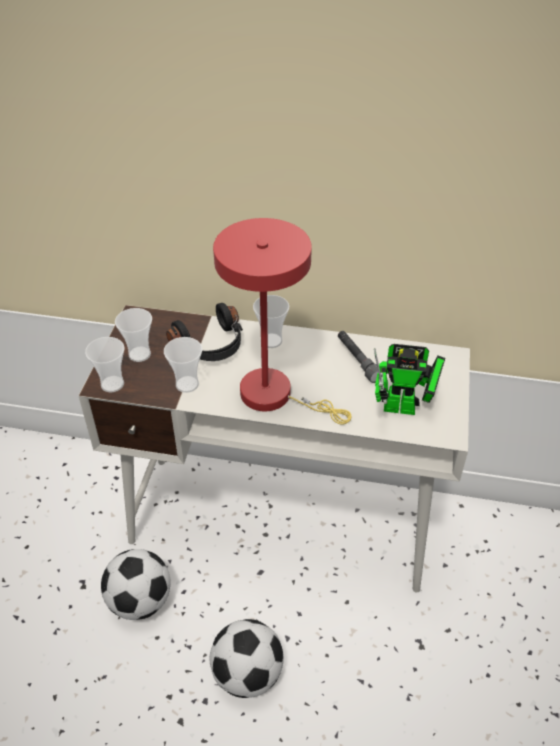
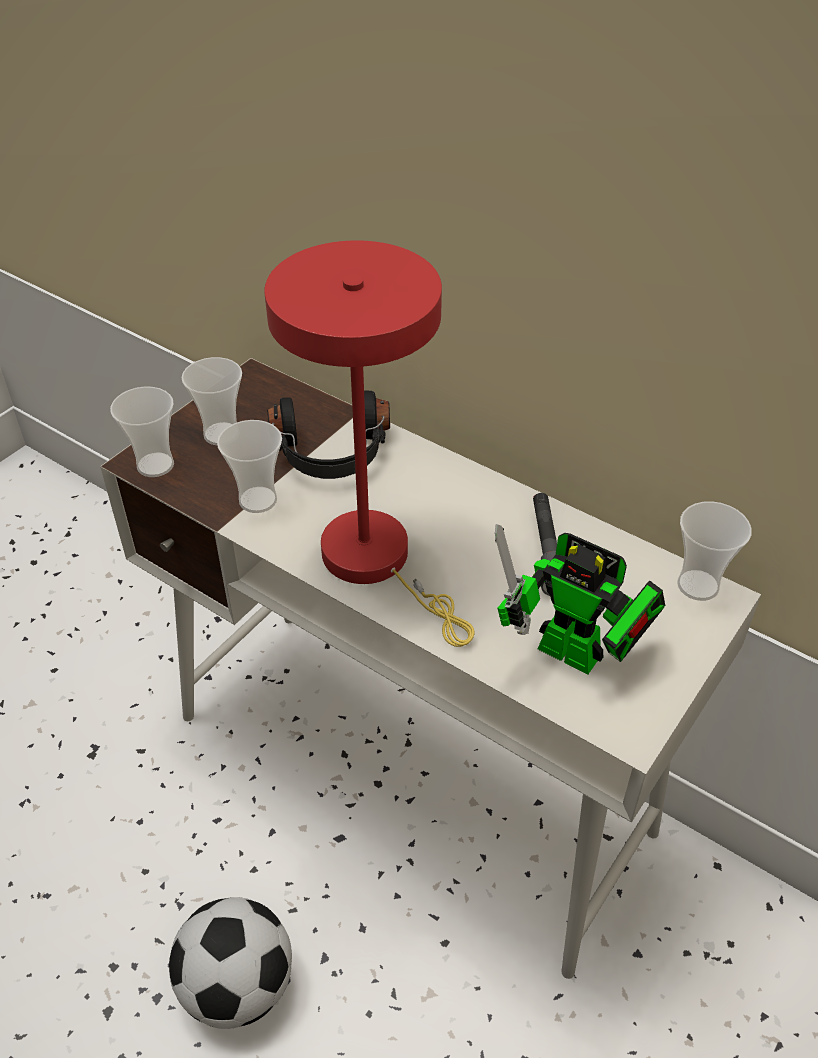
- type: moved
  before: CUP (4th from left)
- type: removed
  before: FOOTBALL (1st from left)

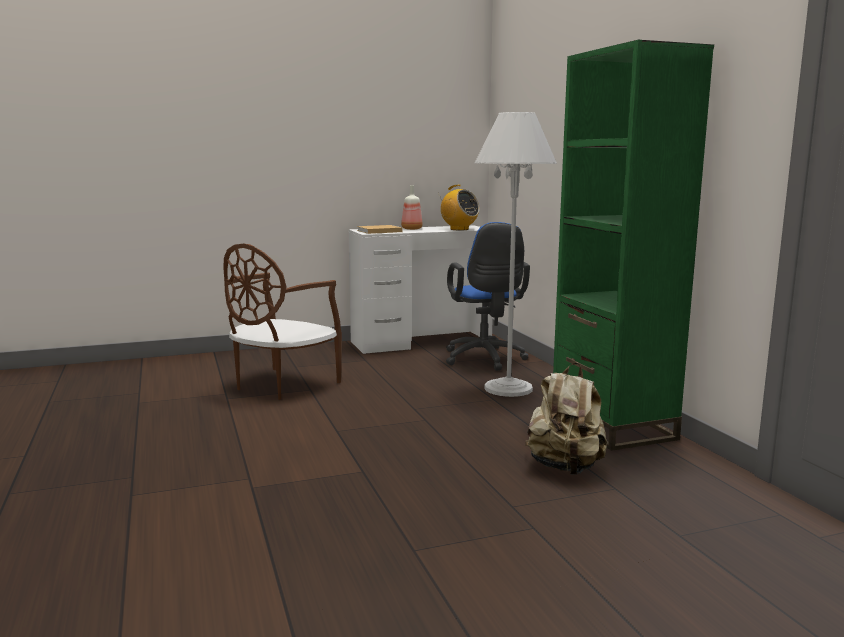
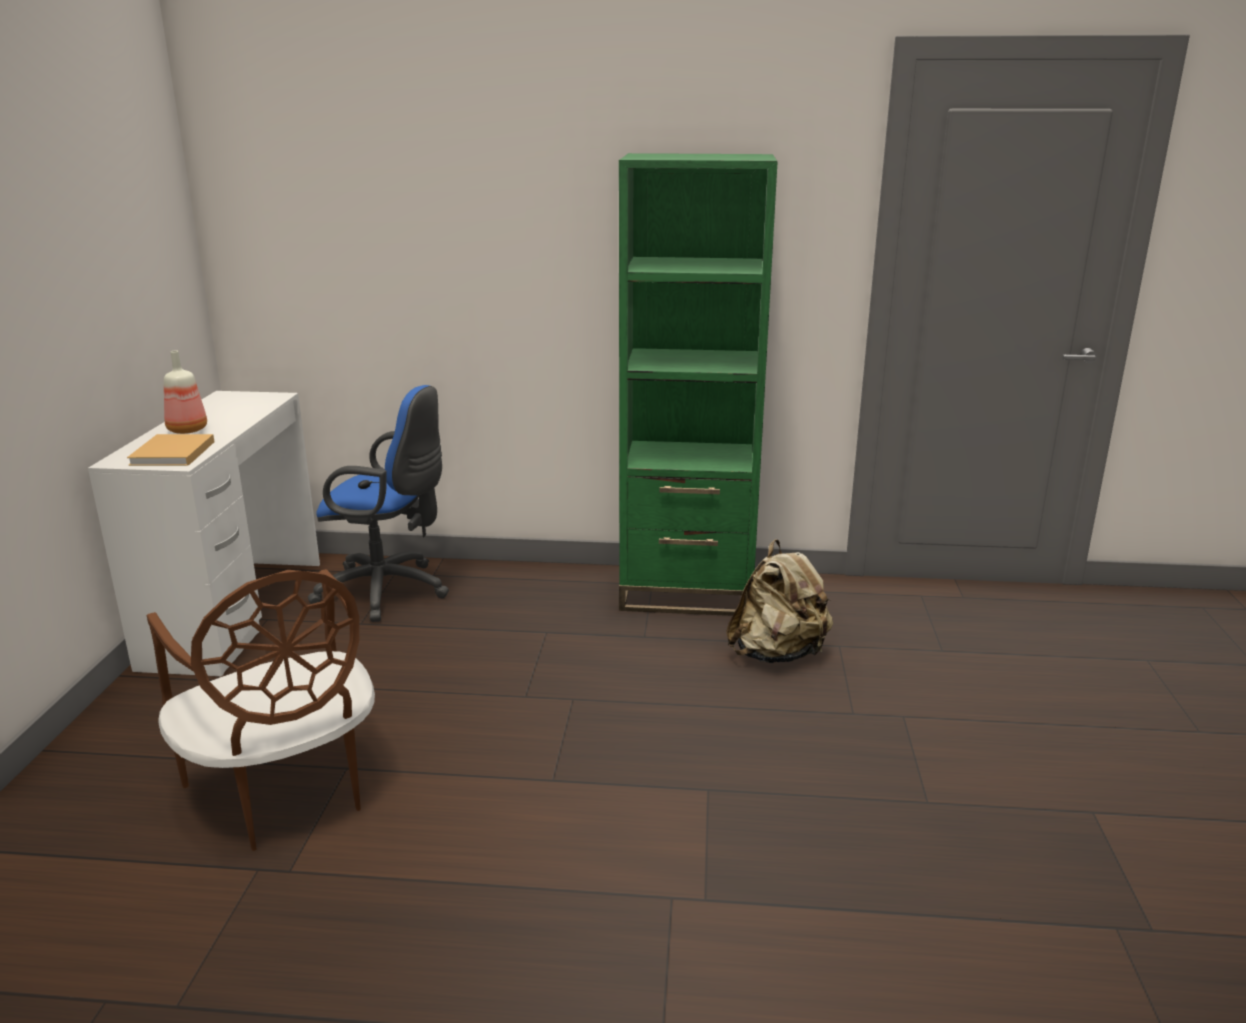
- type: removed
  before: WHITE FLOOR LAMP
- type: removed
  before: RADIO

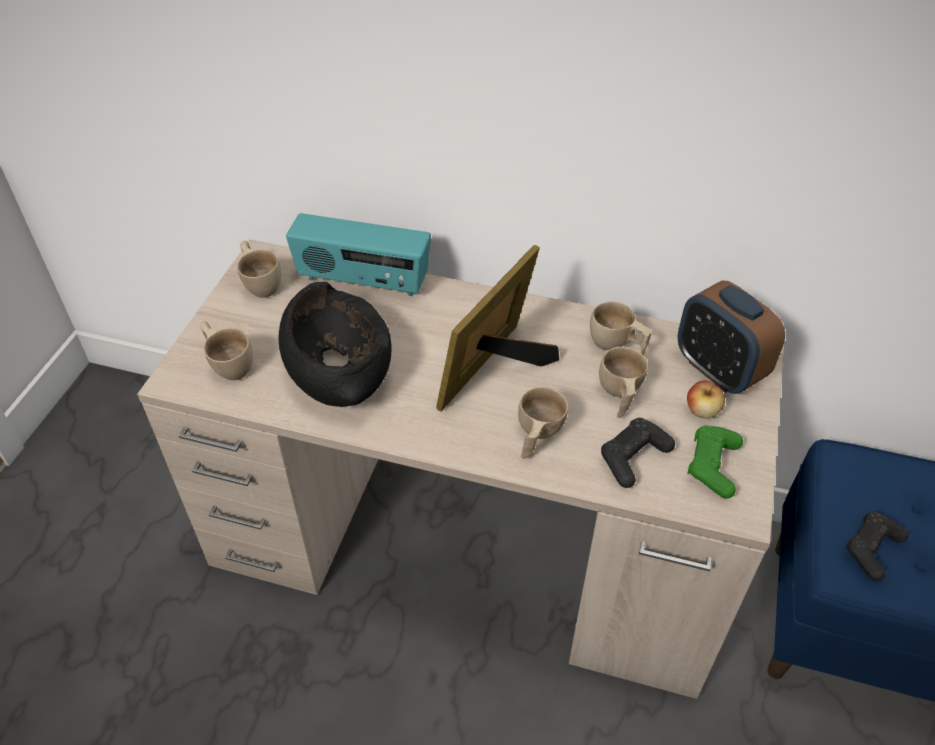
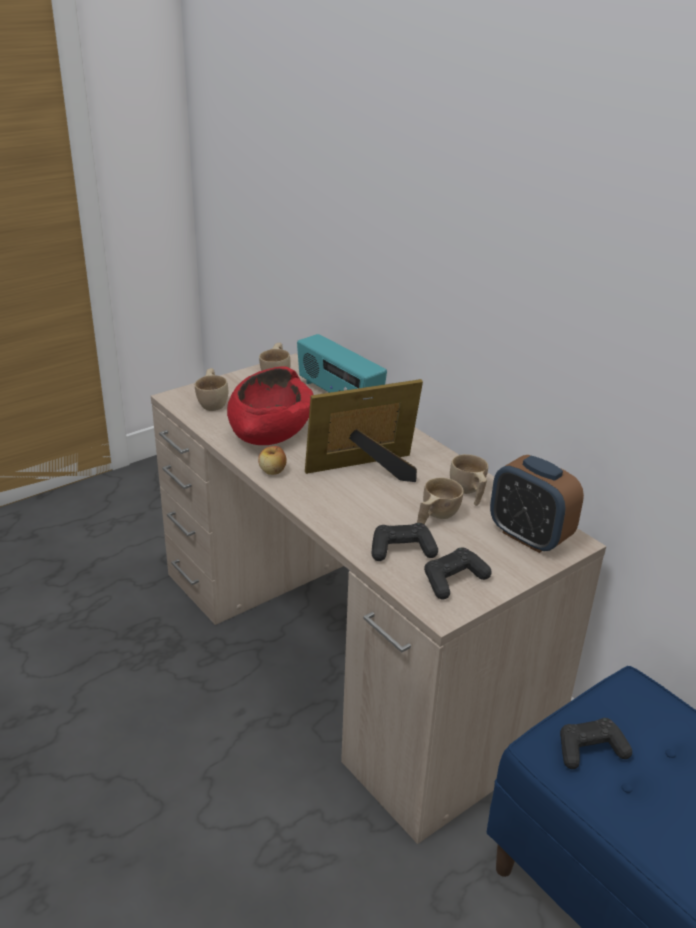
- type: turned
  before: ALARM CLOCK
  turn: -45
- type: recoloured
  before: BLACK BOWL
  after: RED BOWL
- type: moved
  before: APPLE
- type: removed
  before: BEIGE CUP (3rd from left)
- type: recoloured
  before: GREEN GAME CONTROLLER
  after: BLACK GAME CONTROLLER (2nd from left)

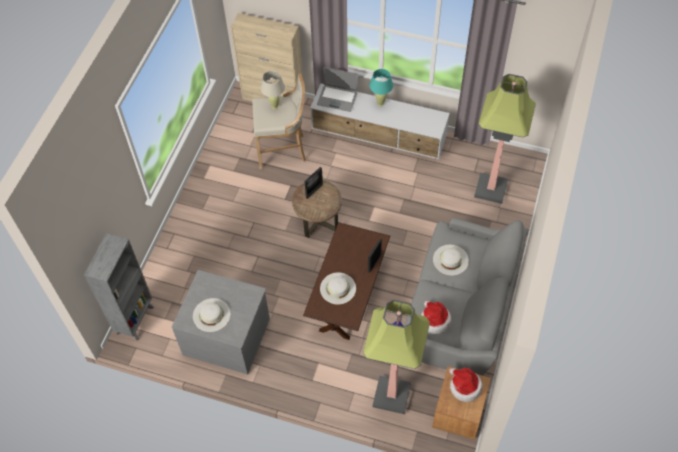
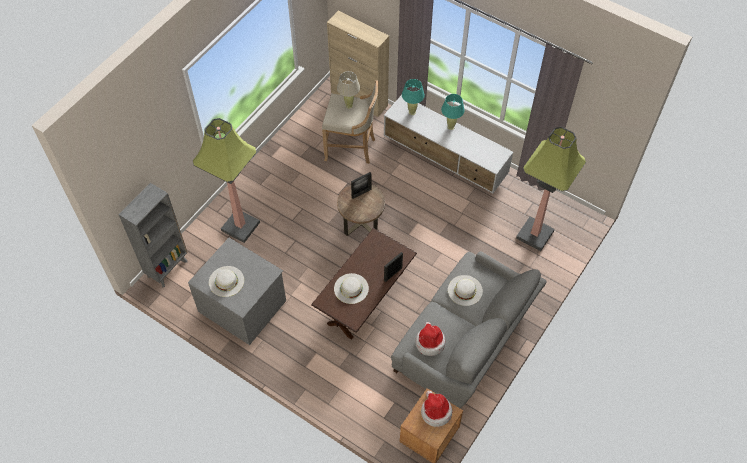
- type: replaced
  before: LAPTOP
  after: TURQUOISE TABLE LAMP (1st from left)
- type: moved
  before: FLOOR LAMP (1st from left)

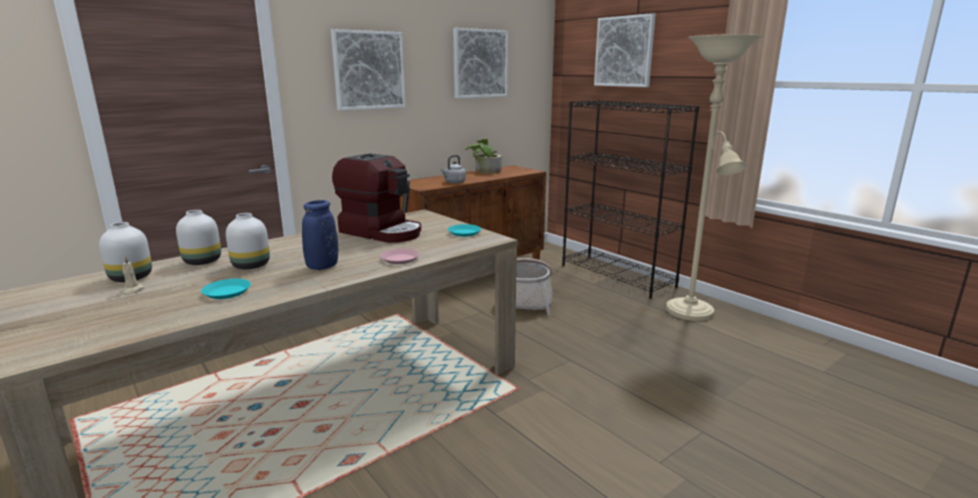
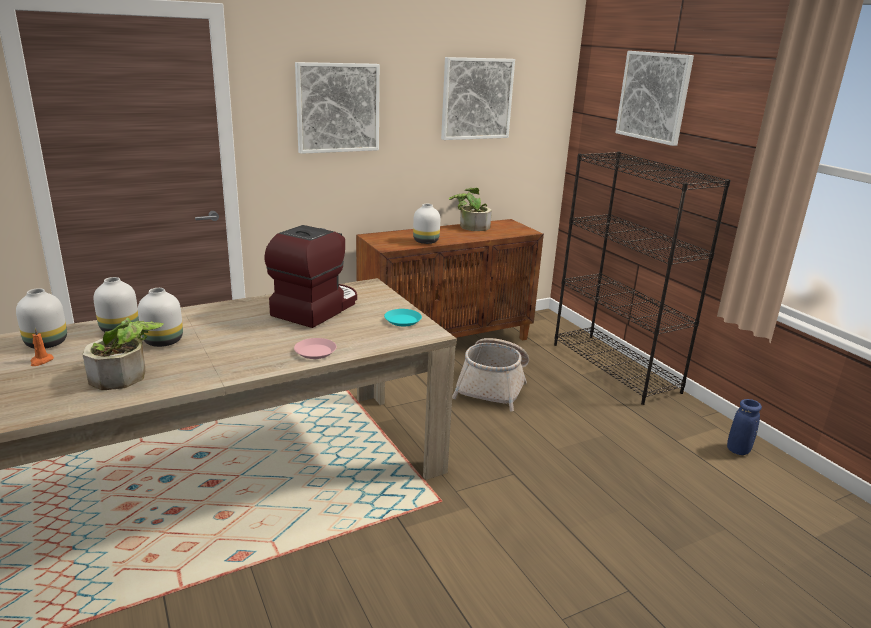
- type: removed
  before: BEIGE FLOOR LAMP
- type: turned
  before: COFFEE MACHINE
  turn: -105
- type: replaced
  before: GREY KETTLE
  after: WHITE VASE (4th from left)
- type: moved
  before: BLUE VASE
- type: recoloured
  before: BEIGE CANDLE
  after: ORANGE CANDLE
- type: replaced
  before: TURQUOISE PLATE (1st from left)
  after: POTTED PLANT (1st from left)

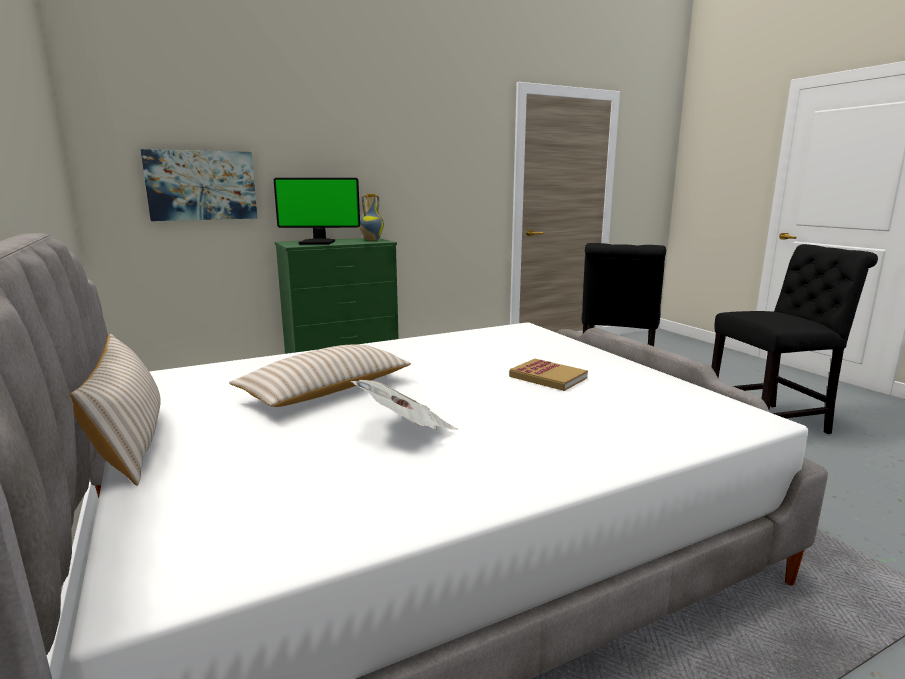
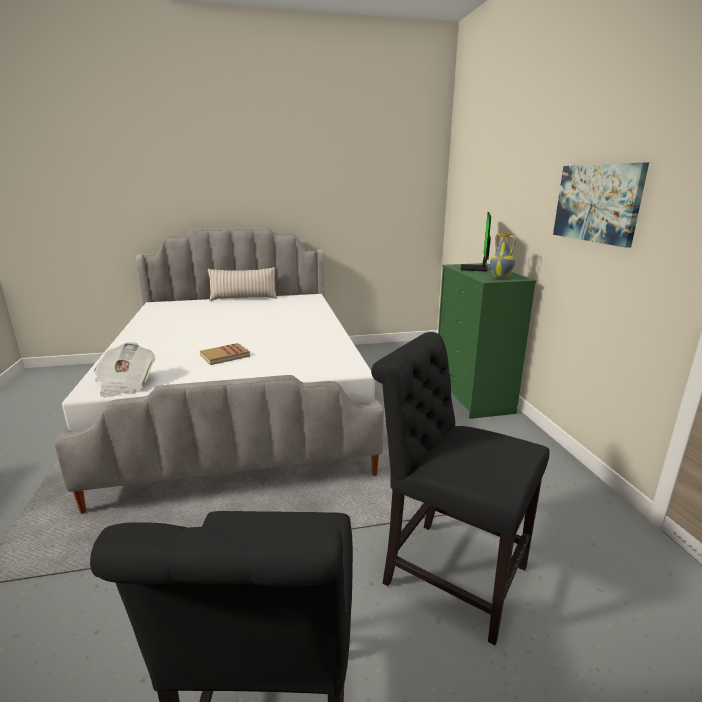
- type: moved
  before: PICTURE
- type: removed
  before: BEIGE PILLOW (2nd from left)
- type: moved
  before: NEWSPAPER

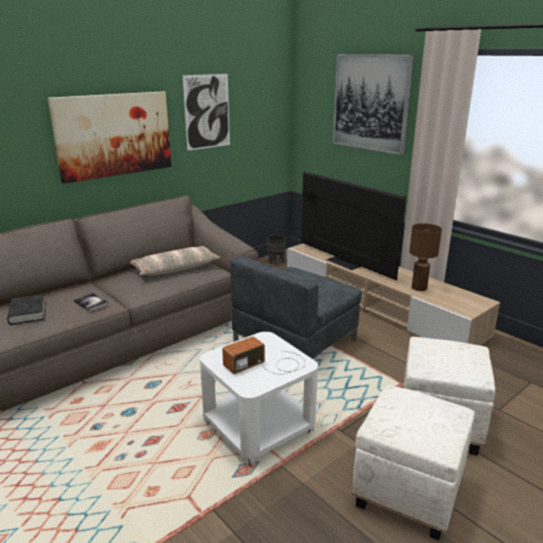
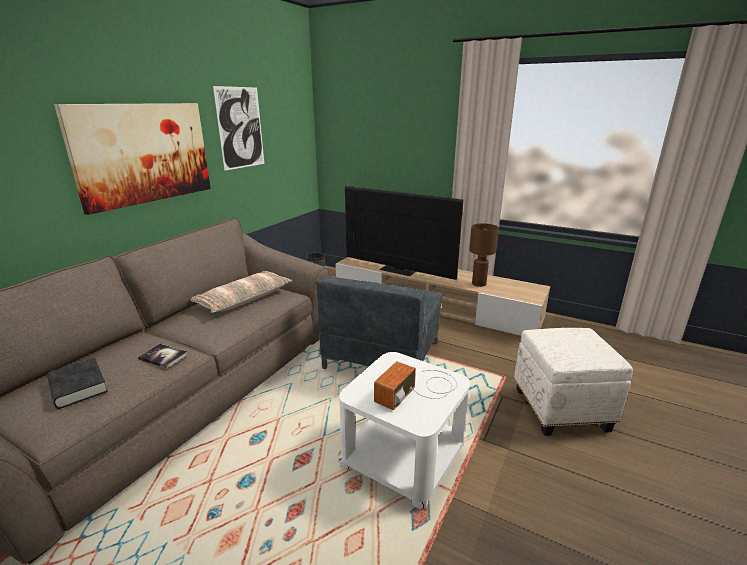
- type: removed
  before: PICTURE (3rd from left)
- type: removed
  before: WHITE OTTOMAN (1st from left)

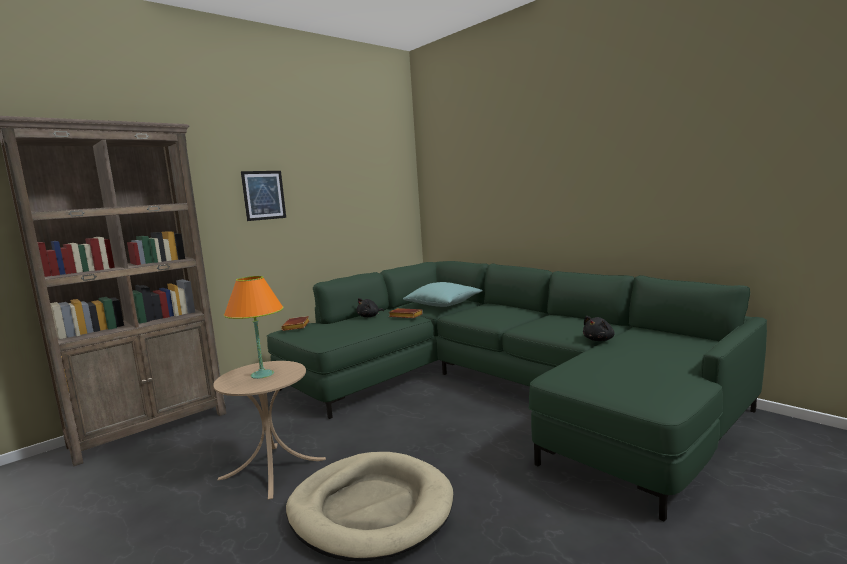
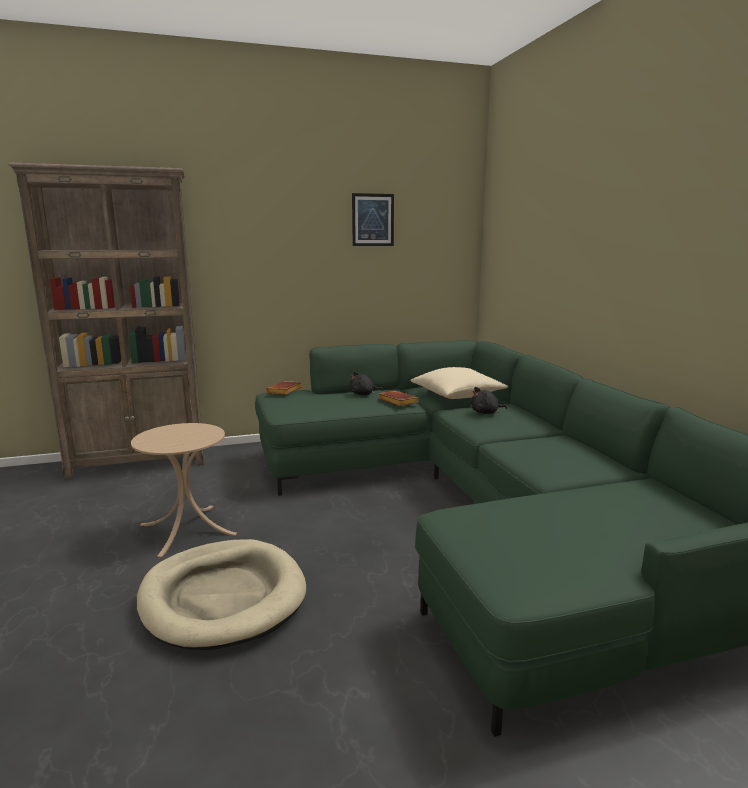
- type: moved
  before: PICTURE
- type: removed
  before: ORANGE TABLE LAMP
- type: recoloured
  before: TURQUOISE PILLOW
  after: BEIGE PILLOW
- type: moved
  before: BLACK PLUSH TOY (2nd from left)

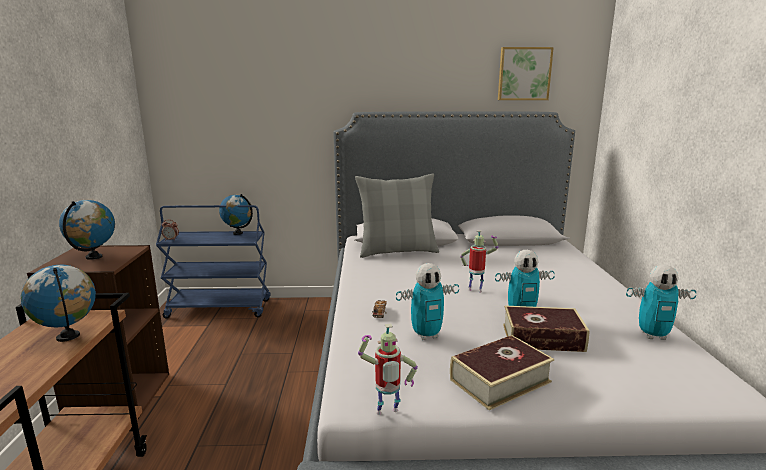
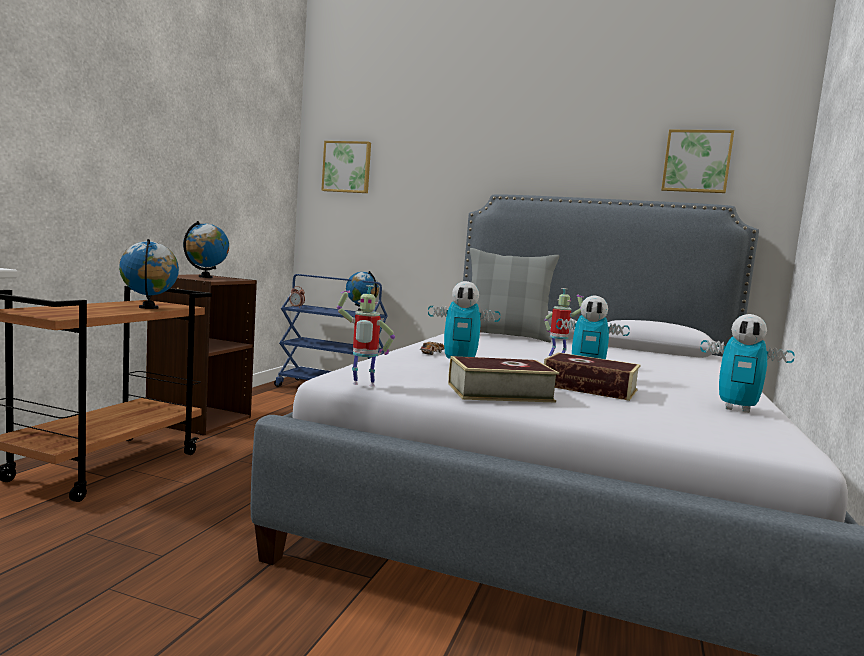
- type: added
  after: PICTURE (1st from left)

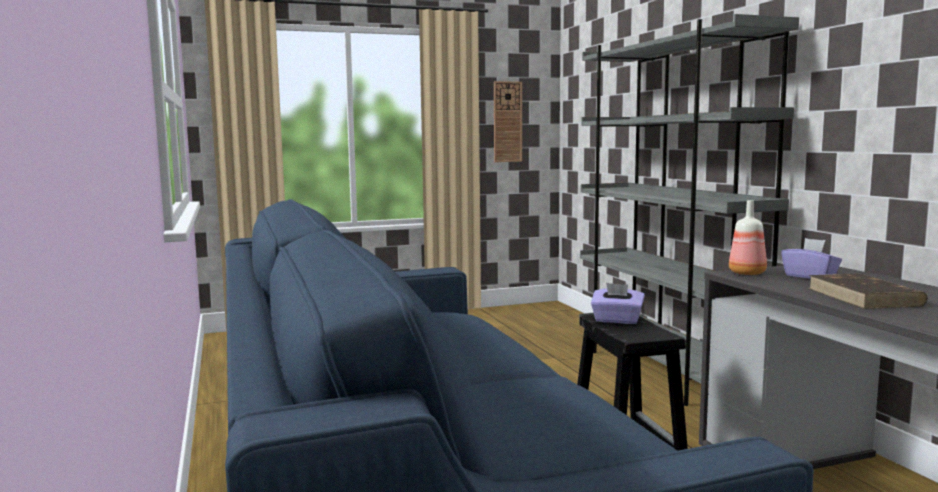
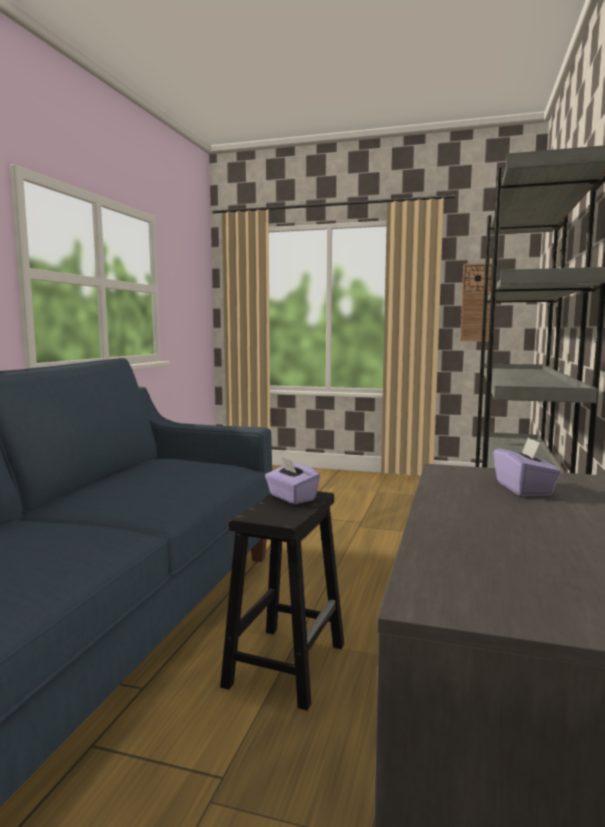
- type: removed
  before: BOTTLE
- type: removed
  before: BROWN BOOK

